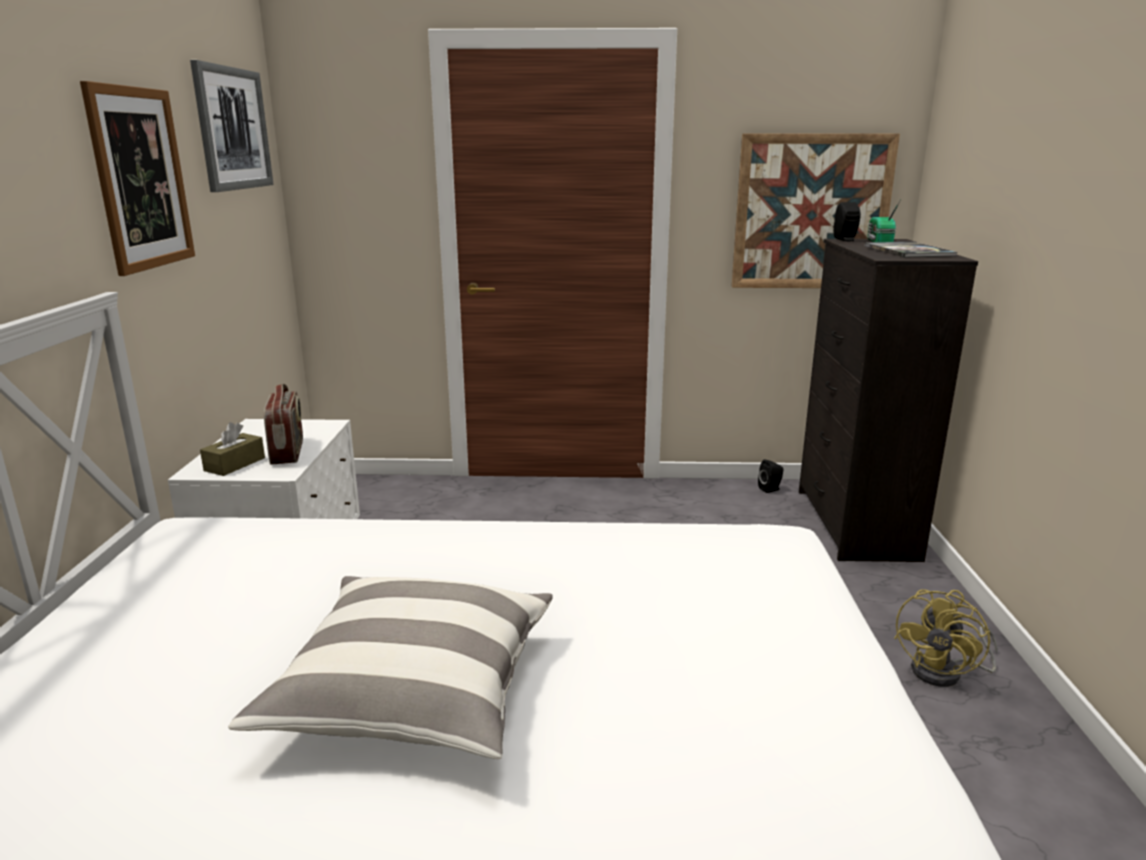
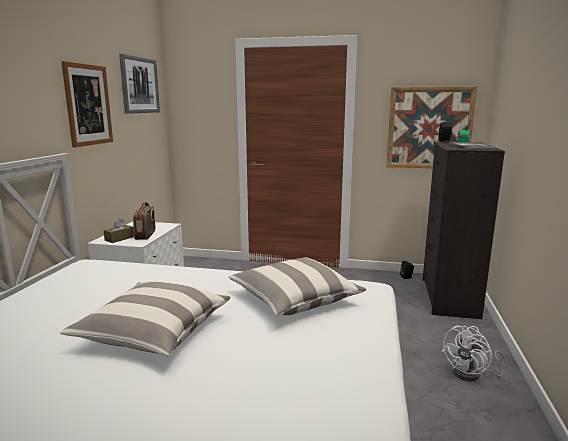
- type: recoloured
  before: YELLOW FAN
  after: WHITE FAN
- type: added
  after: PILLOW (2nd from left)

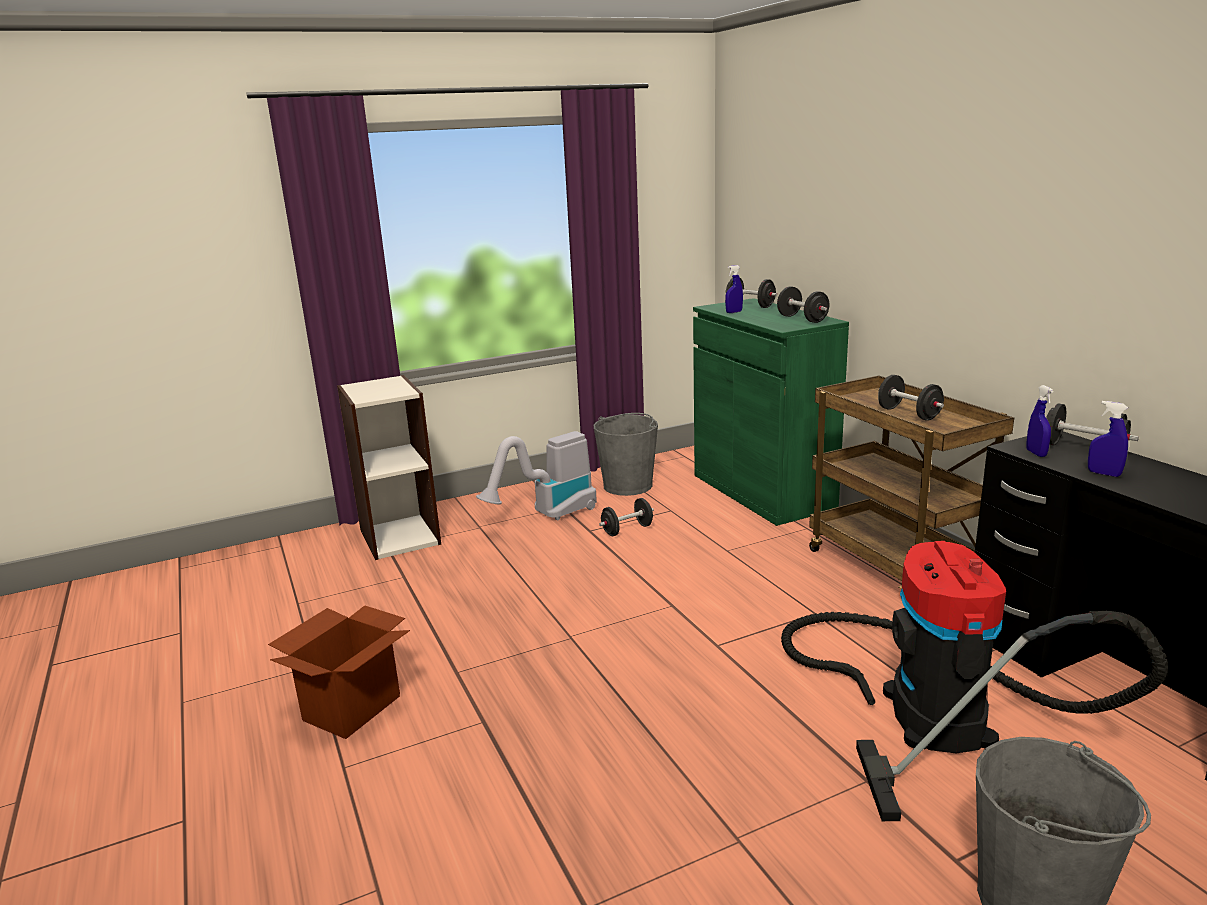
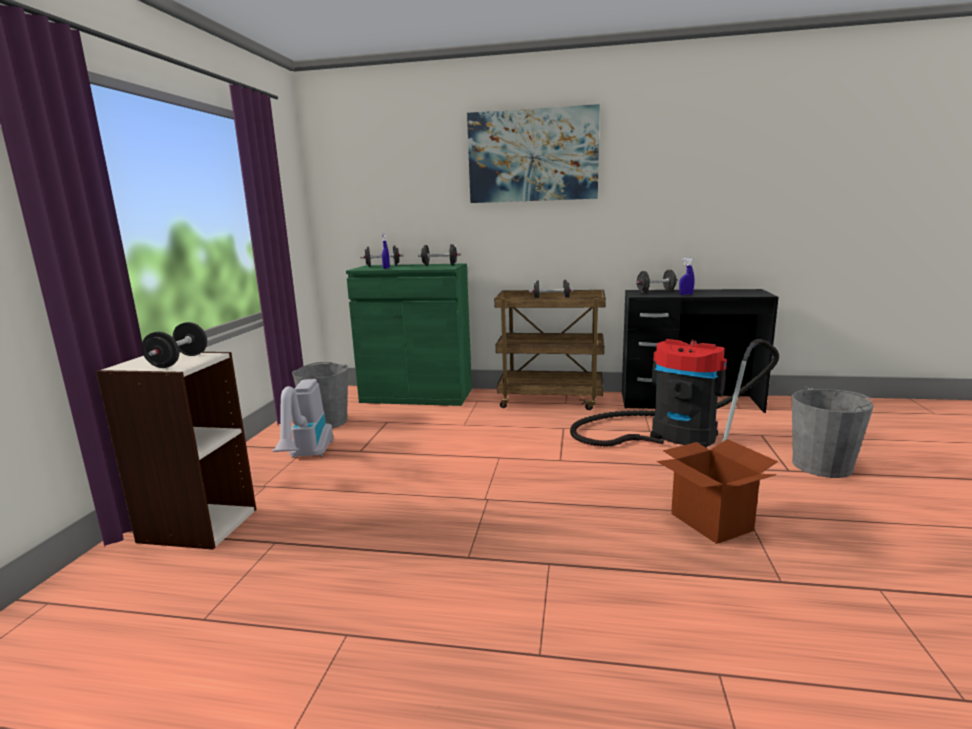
- type: removed
  before: BLUE SPRAY BOTTLE (2nd from left)
- type: moved
  before: BLACK DUMBBELL (1st from left)
- type: moved
  before: CARDBOARD BOX
- type: added
  after: PICTURE

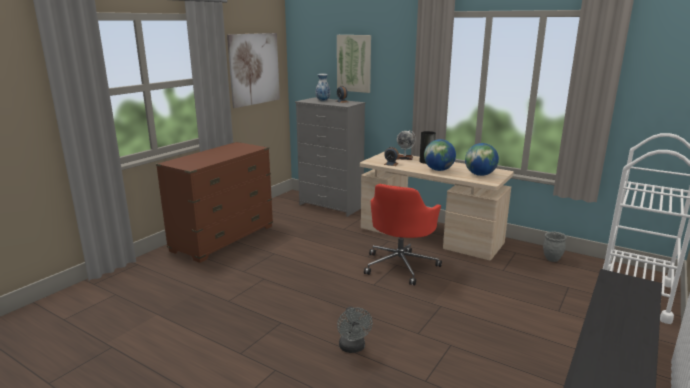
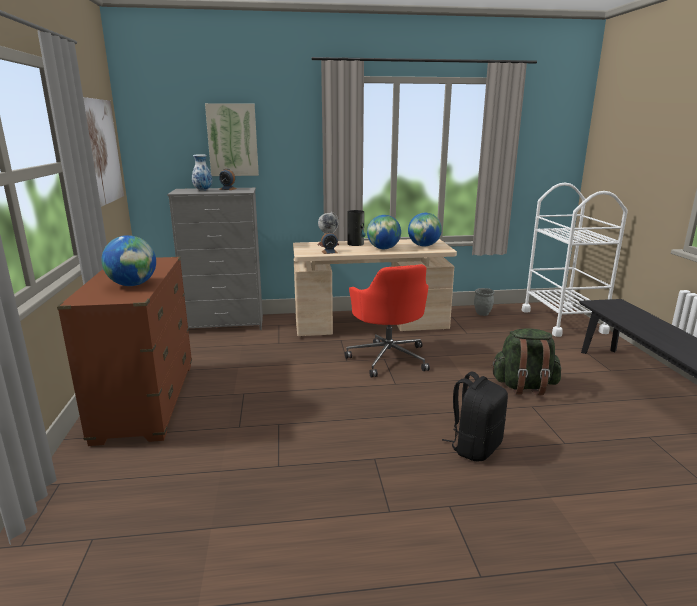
- type: replaced
  before: GREY FAN
  after: BLACK BACKPACK
- type: added
  after: GLOBE (1st from left)
- type: added
  after: GREEN BACKPACK

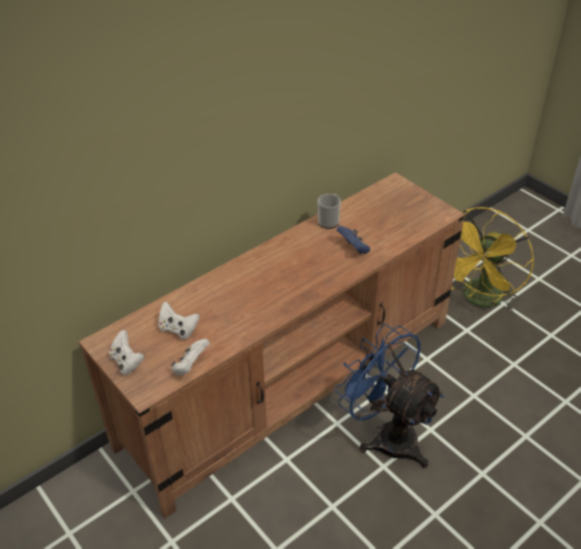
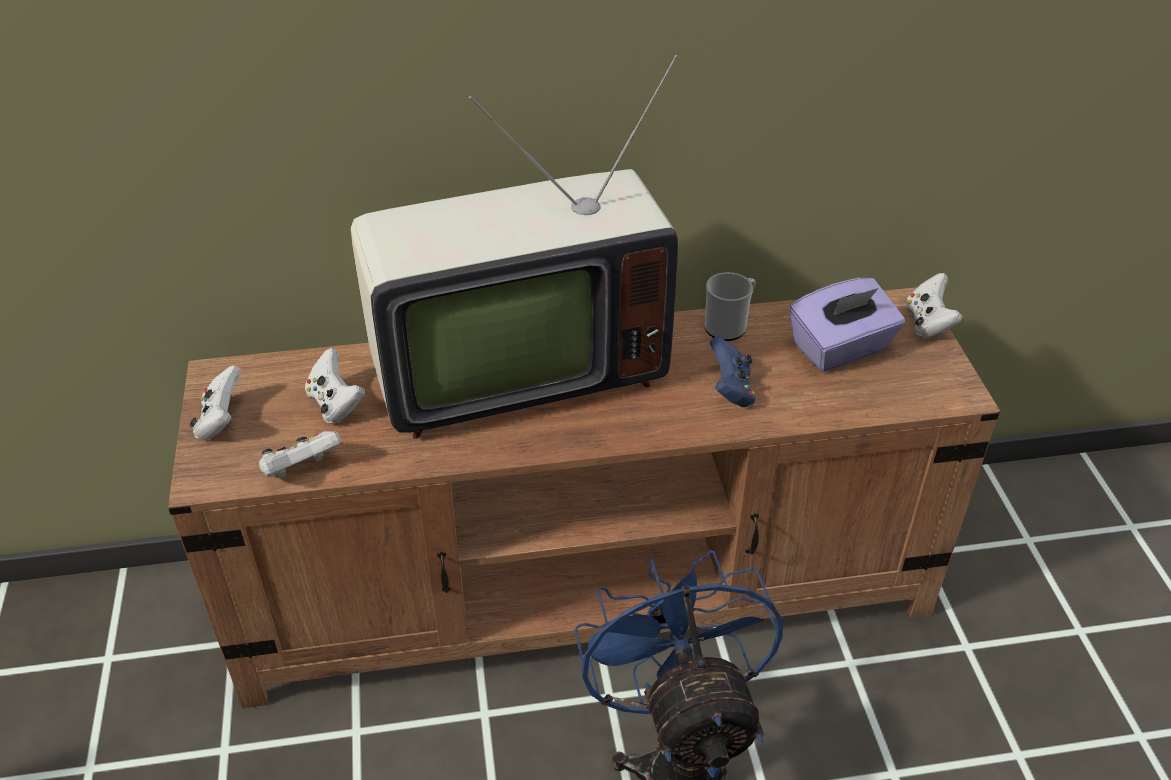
- type: removed
  before: YELLOW FAN
- type: added
  after: TELEVISION
- type: added
  after: WHITE GAME CONTROLLER (4th from left)
- type: added
  after: PURPLE TISSUE BOX

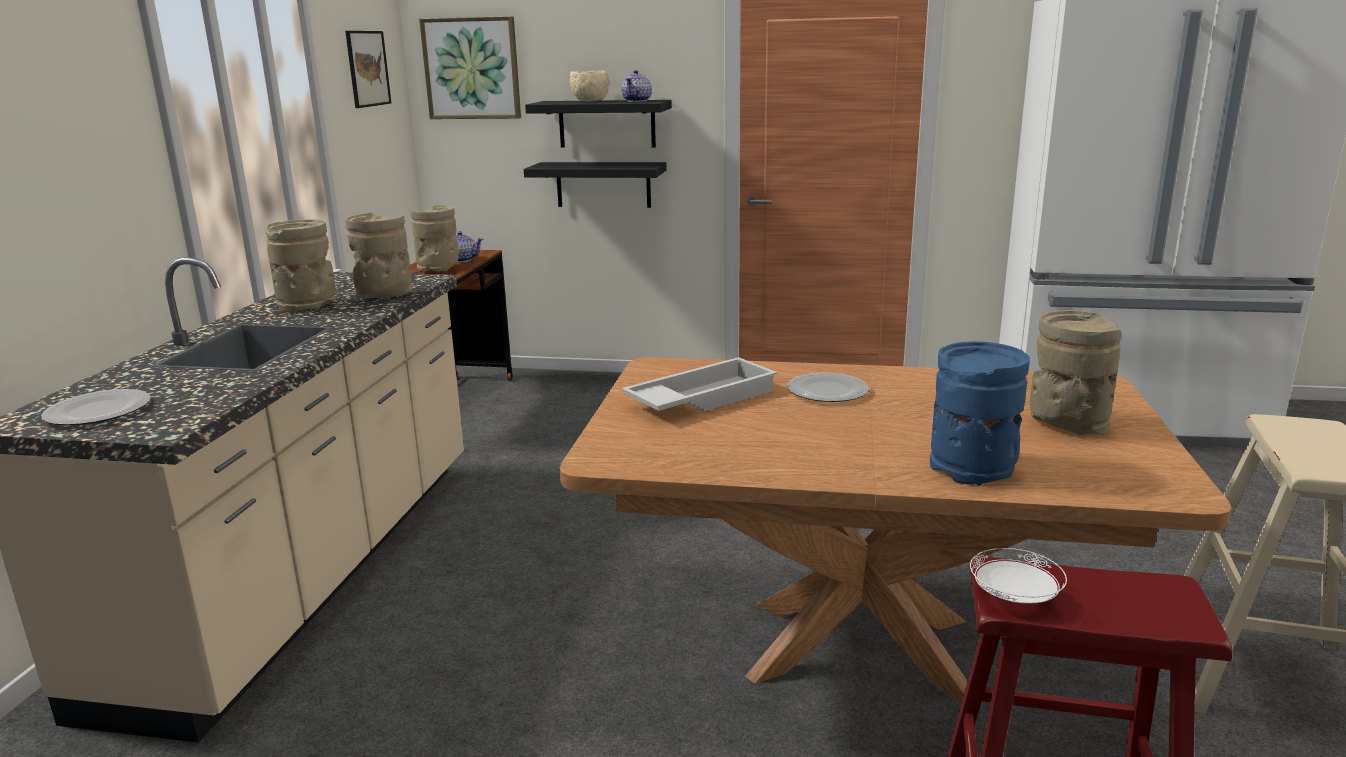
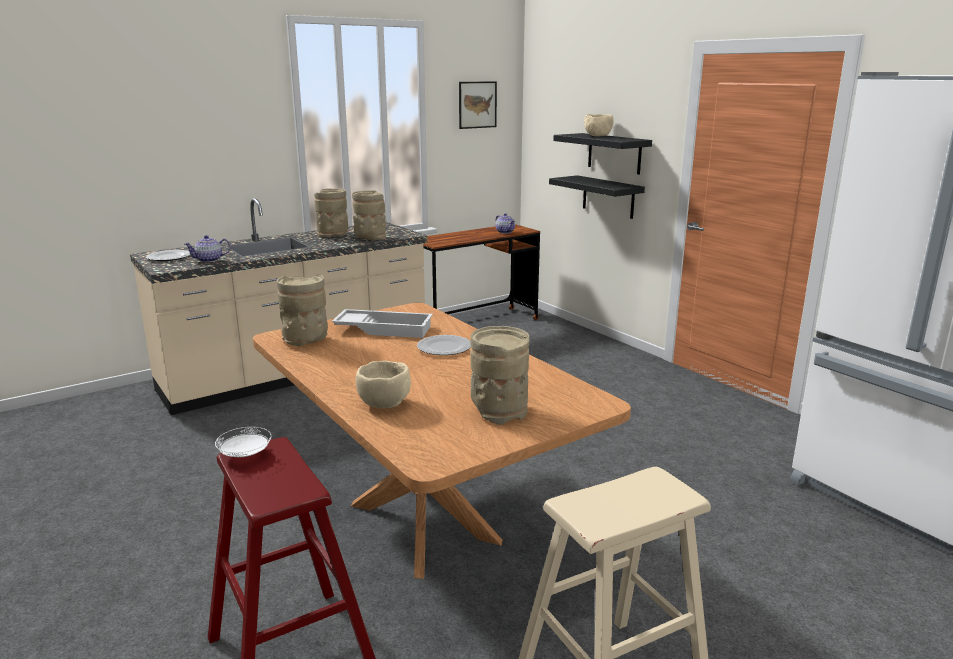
- type: removed
  before: PICTURE (2nd from left)
- type: moved
  before: TEAPOT (2nd from left in the first image)
  after: TEAPOT (1st from left)
- type: moved
  before: BEIGE VASE (3rd from left in the first image)
  after: BEIGE VASE (1st from left)
- type: replaced
  before: BLUE VASE
  after: BEIGE BOWL (1st from left)

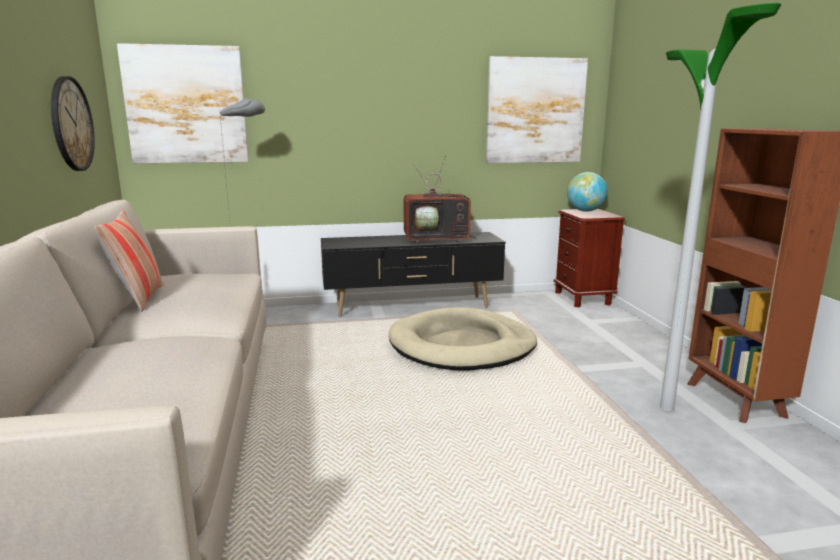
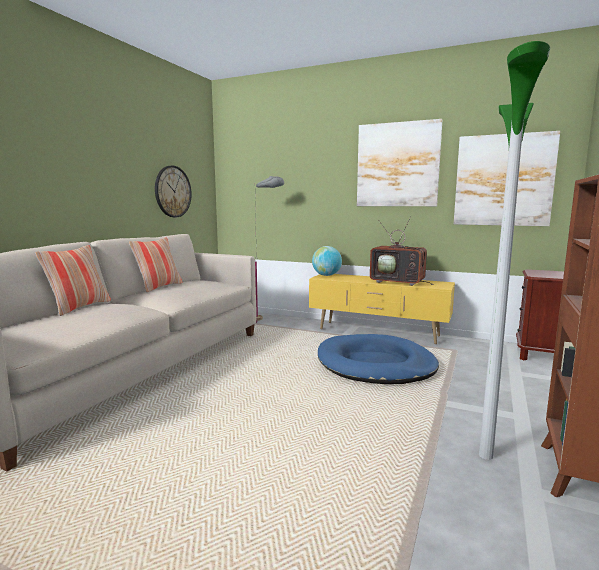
- type: moved
  before: PICTURE (1st from left)
- type: moved
  before: GLOBE
- type: recoloured
  before: BLACK TV STAND
  after: YELLOW TV STAND
- type: recoloured
  before: BEIGE DOG BED
  after: BLUE DOG BED
- type: added
  after: PILLOW (1st from left)

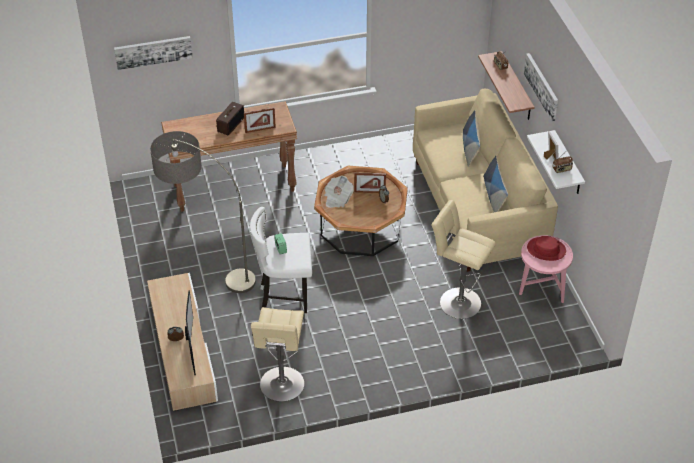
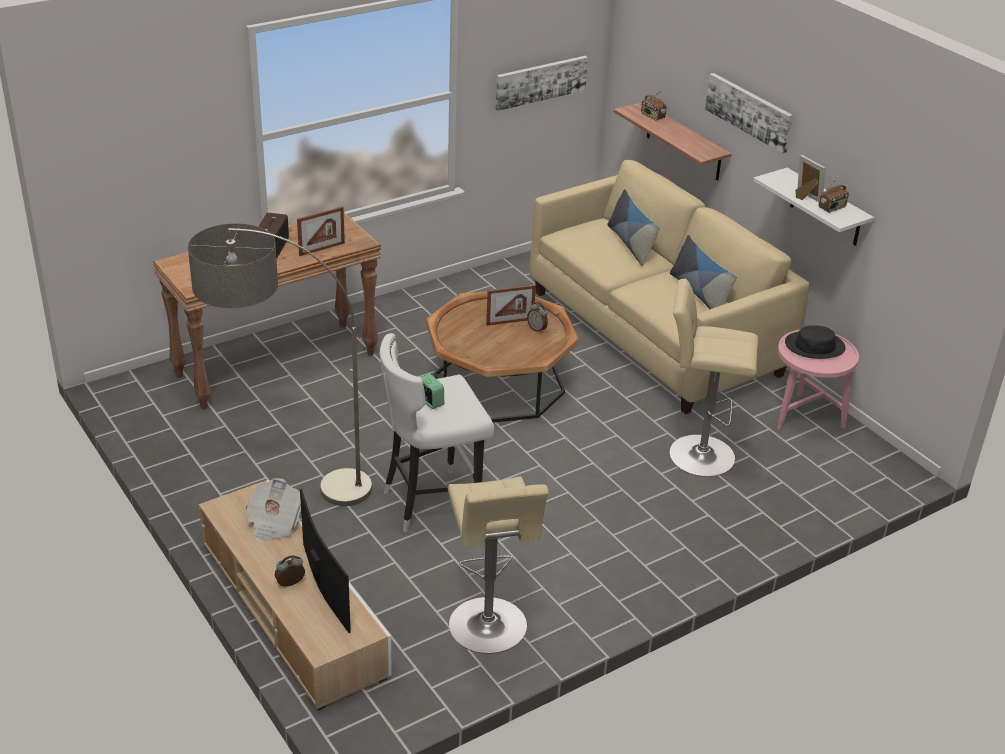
- type: moved
  before: PICTURE (1st from left)
- type: moved
  before: NEWSPAPER
- type: recoloured
  before: RED HAT
  after: BLACK HAT

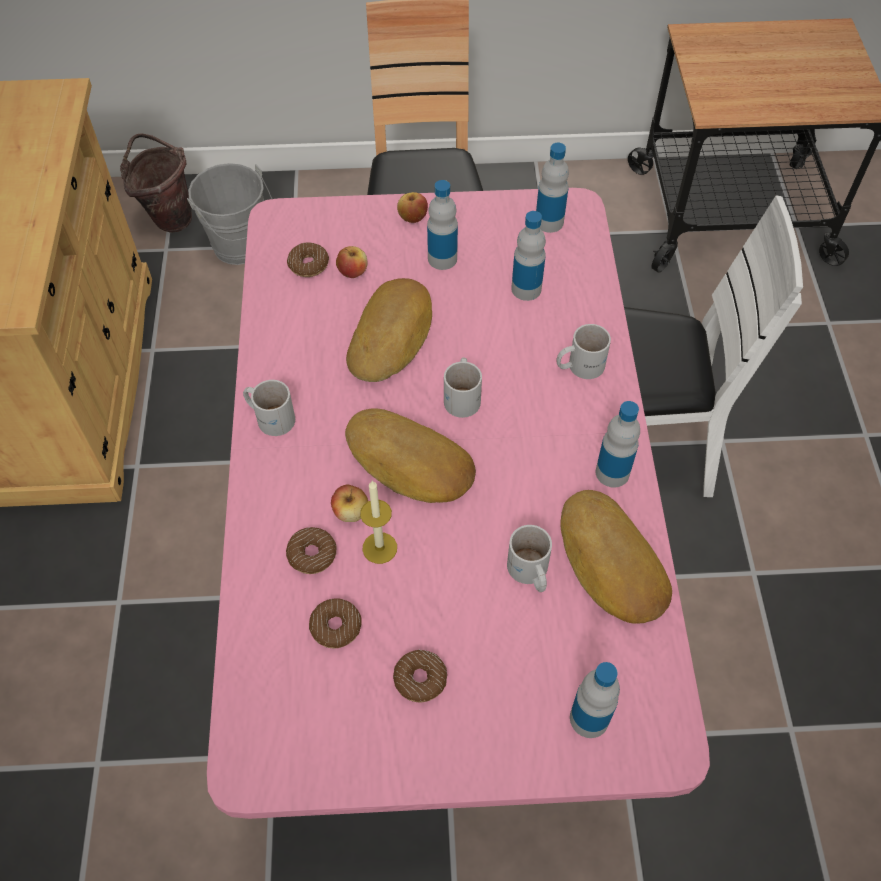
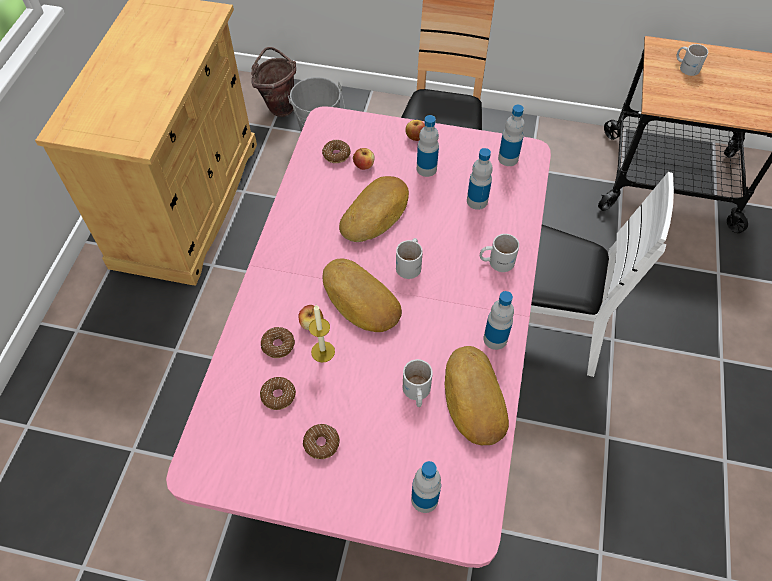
- type: moved
  before: WHITE MUG (1st from left in the first image)
  after: WHITE MUG (4th from left)

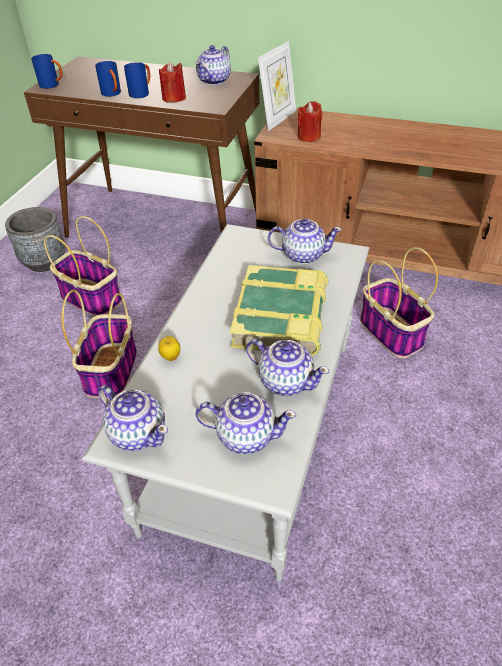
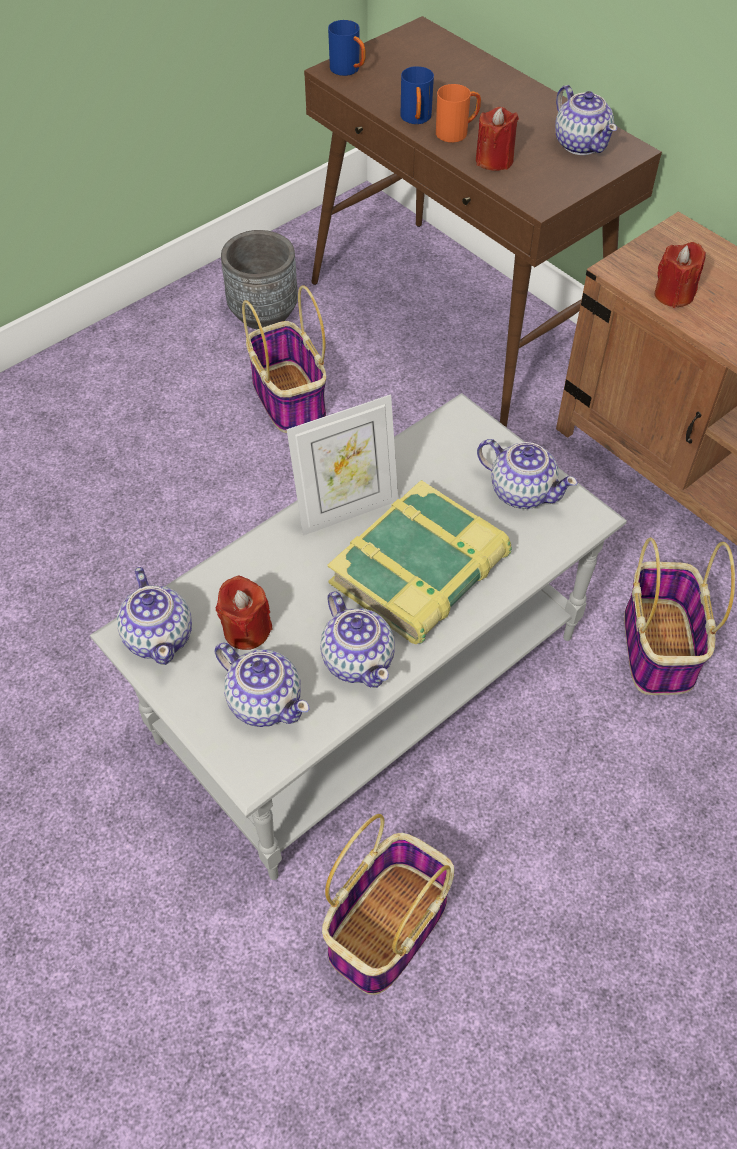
- type: moved
  before: PICTURE FRAME
- type: turned
  before: TEAPOT (2nd from left in the first image)
  turn: -90
- type: recoloured
  before: BLUE MUG (3rd from left)
  after: ORANGE MUG
- type: moved
  before: BASKET (2nd from left)
- type: removed
  before: APPLE
- type: added
  after: RED CANDLE (1st from left)

